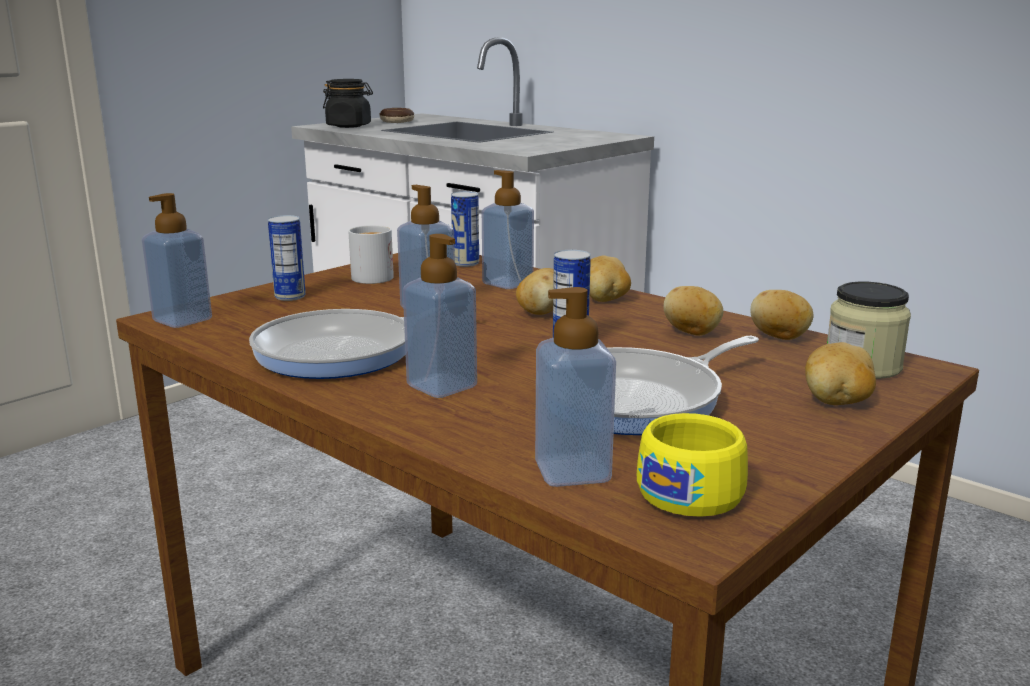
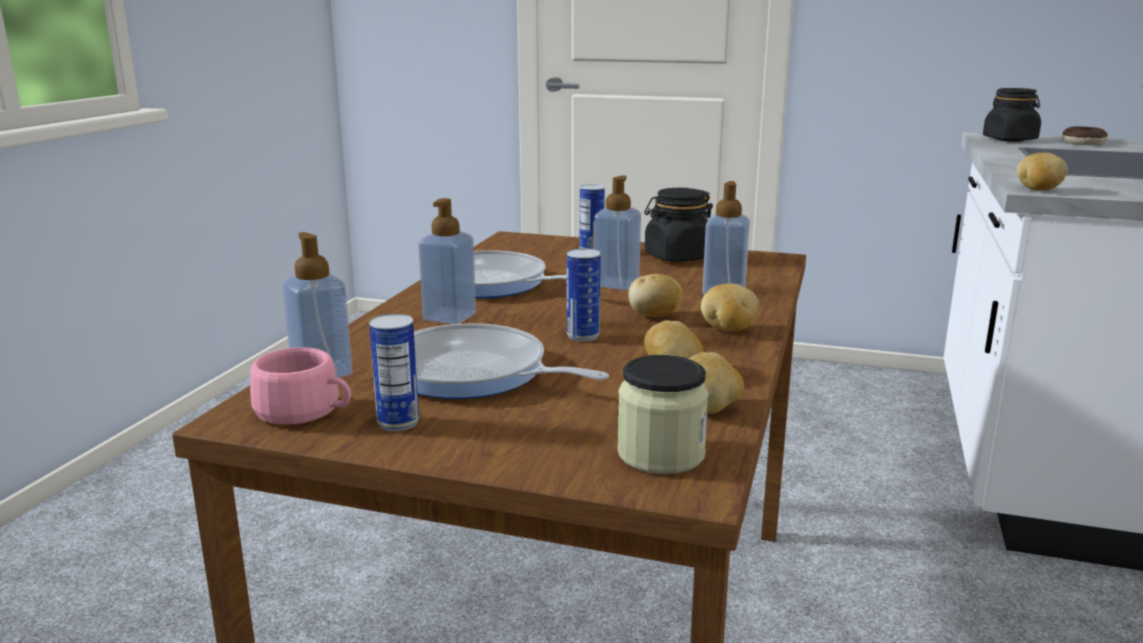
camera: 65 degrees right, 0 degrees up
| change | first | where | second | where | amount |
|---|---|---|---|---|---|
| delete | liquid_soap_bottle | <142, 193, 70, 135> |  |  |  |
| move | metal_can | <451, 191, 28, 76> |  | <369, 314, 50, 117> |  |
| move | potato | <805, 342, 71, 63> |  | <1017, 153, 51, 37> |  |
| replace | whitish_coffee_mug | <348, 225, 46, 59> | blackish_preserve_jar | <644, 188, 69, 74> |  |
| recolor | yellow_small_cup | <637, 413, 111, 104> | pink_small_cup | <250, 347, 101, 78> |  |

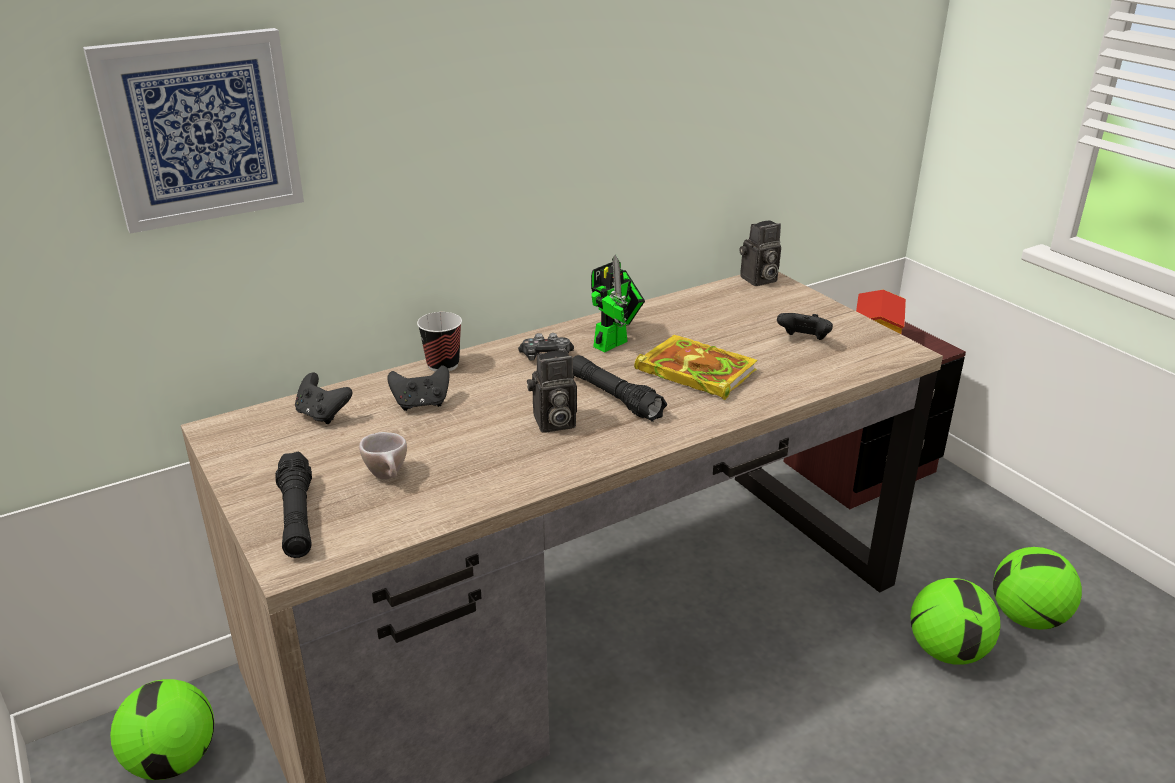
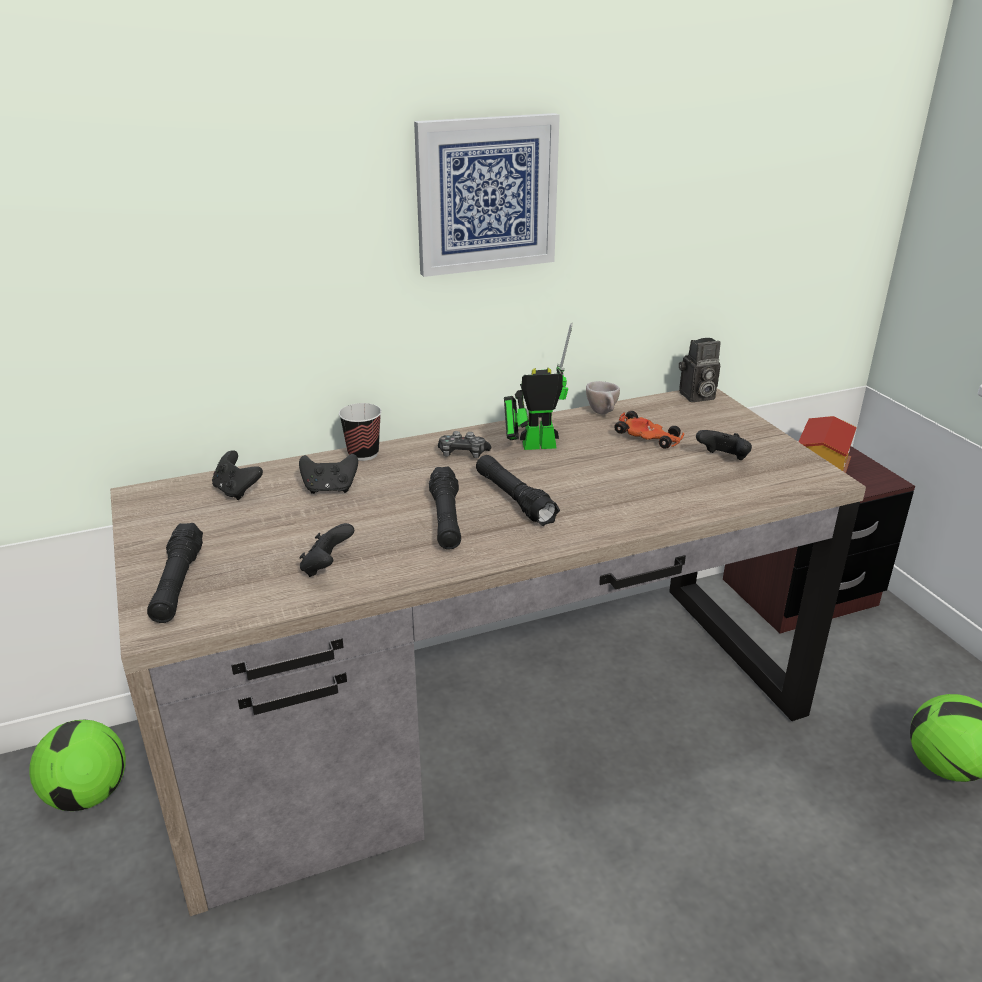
camera: 10 degrees right, 0 degrees up
| change | first | where | second | where | amount |
|---|---|---|---|---|---|
| delete | book | <634, 335, 124, 65> |  |  |  |
| delete | football | <910, 578, 91, 87> |  |  |  |
| insert |  |  | blackish_game_controller | <300, 523, 54, 54> |  |
| insert |  |  | miniature_car | <614, 411, 70, 38> |  |
| move | wall_picture | <83, 28, 221, 206> |  | <414, 113, 146, 164> |  |
| move | beige_small_cup | <359, 432, 48, 48> |  | <586, 381, 34, 33> |  |
| replace | photo_camera | <527, 350, 50, 83> | blackish_torch | <429, 467, 32, 83> |  |
| rotate | toy_robot | <591, 255, 54, 97> |  | <504, 322, 68, 128> | 150 degrees counterclockwise |

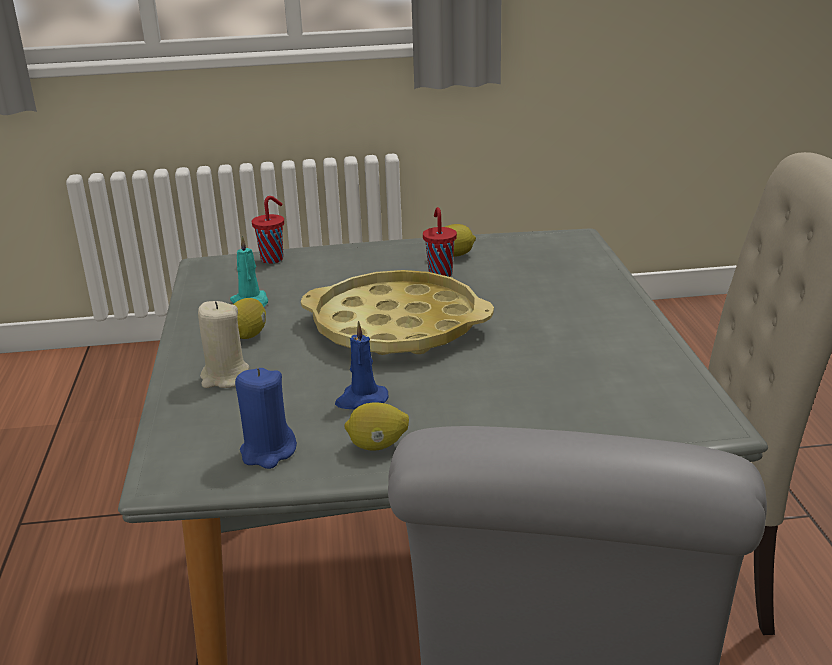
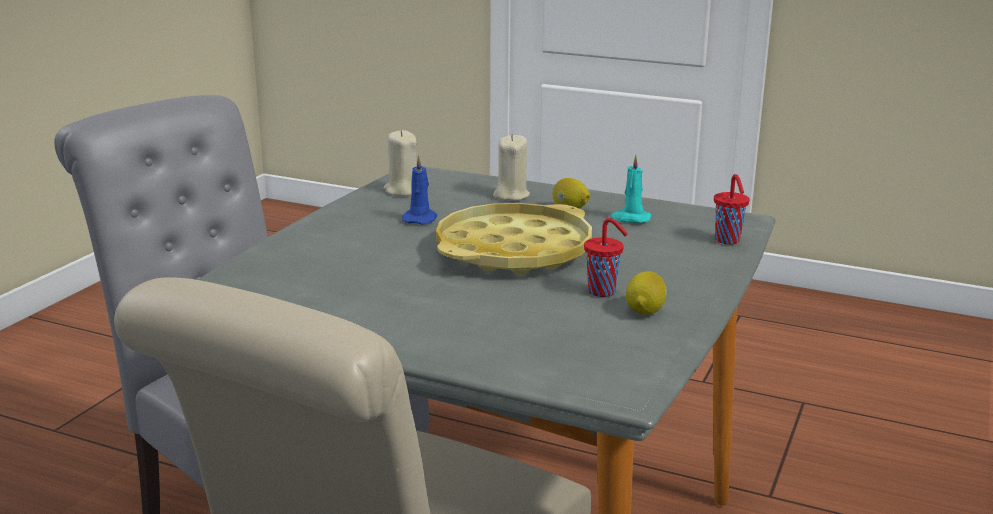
camera: 120 degrees right, 5 degrees down
| change | first | where | second | where | amount |
|---|---|---|---|---|---|
| delete | whole_lemon | <344, 402, 65, 49> |  |  |  |
| recolor | blue-coloured_candle | <235, 368, 62, 101> | beige_candle | <384, 130, 33, 66> |  |

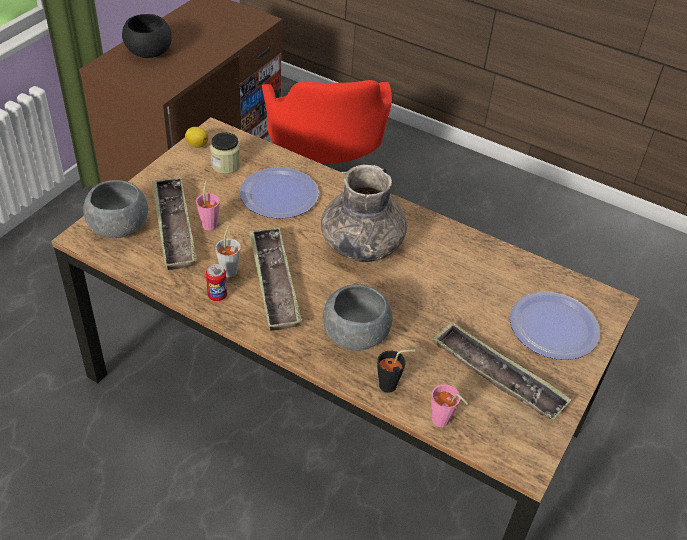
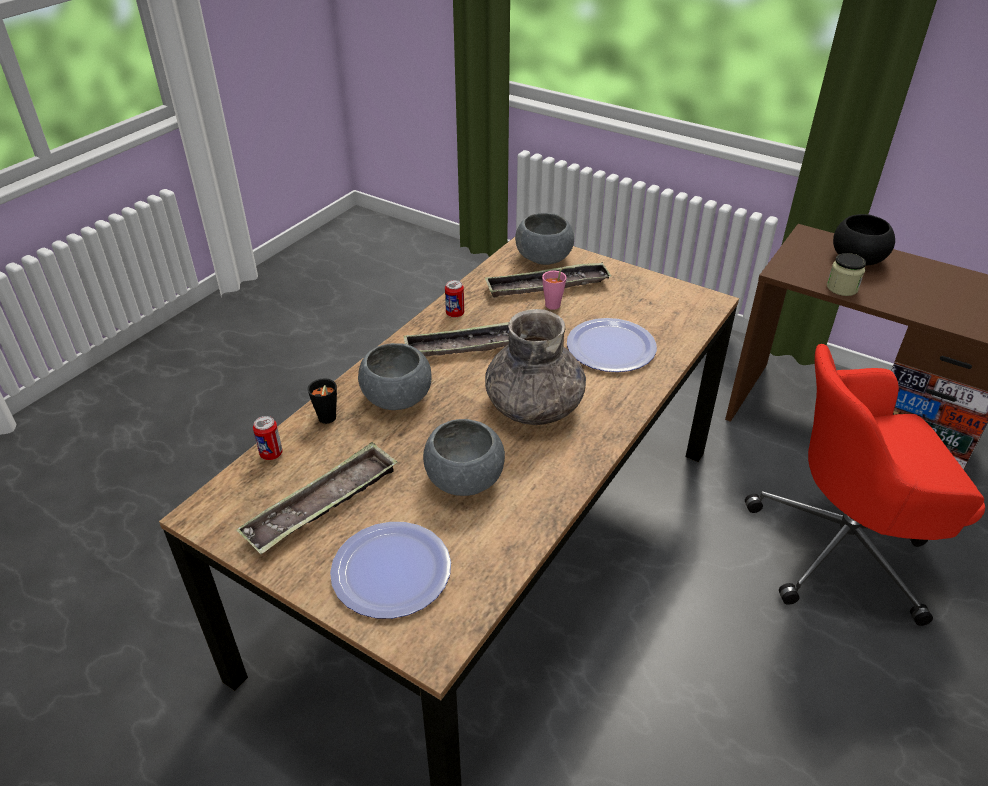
camera: 95 degrees right, 5 degrees down
| change | first | where | second | where | amount |
|---|---|---|---|---|---|
| delete | whole_lemon | <185, 127, 23, 21> |  |  |  |
| delete | greyish_small_cup | <215, 225, 26, 53> |  |  |  |
| insert |  |  | greyish_bowl | <423, 419, 82, 77> |  |
| move | preserve_jar | <210, 132, 31, 42> |  | <827, 253, 39, 43> |  |
| replace | pink_small_cup | <431, 384, 37, 43> | metal_can | <253, 416, 30, 44> |  |

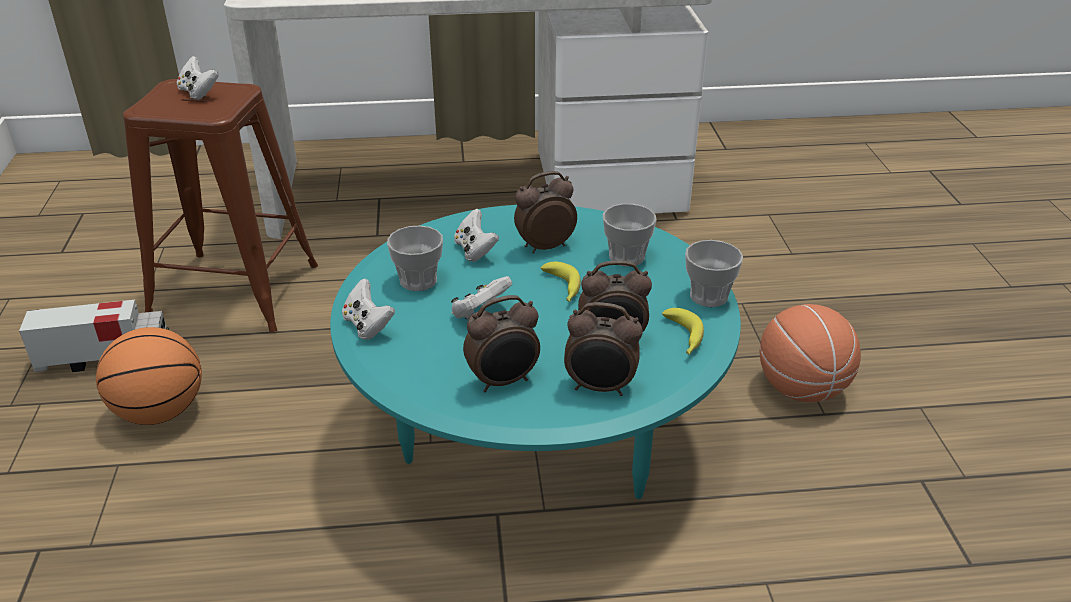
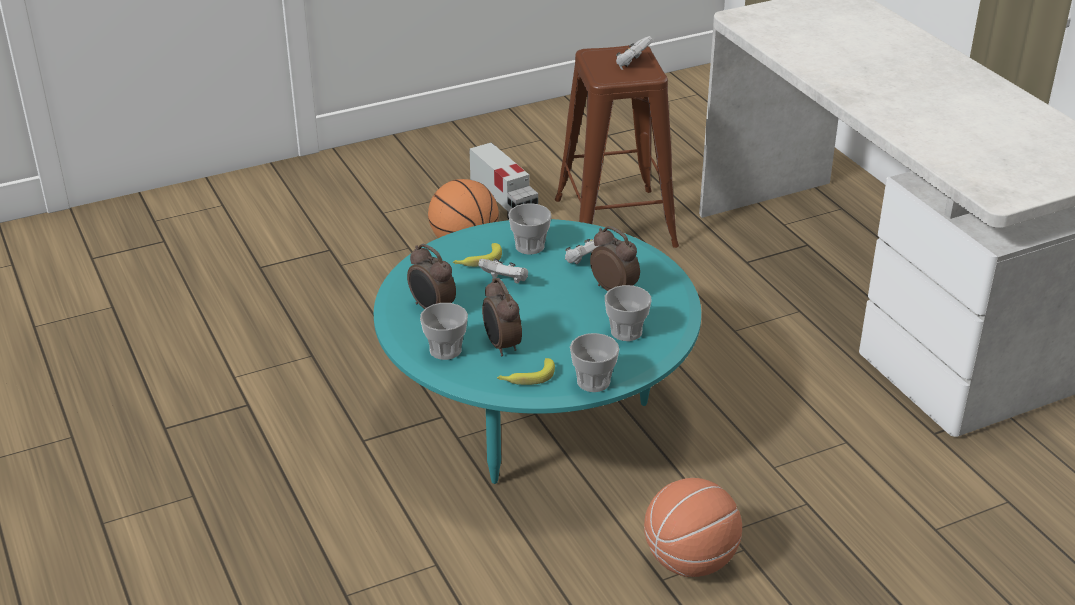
camera: 70 degrees right, 0 degrees up
| change | first | where | second | where | amount |
|---|---|---|---|---|---|
| delete | whitish_game_controller | <342, 279, 53, 61> |  |  |  |
| move | banana_fruit | <541, 262, 40, 40> |  | <453, 243, 49, 24> |  |
| replace | alarm_clock | <564, 302, 79, 94> | small_cup | <420, 303, 48, 57> |  |

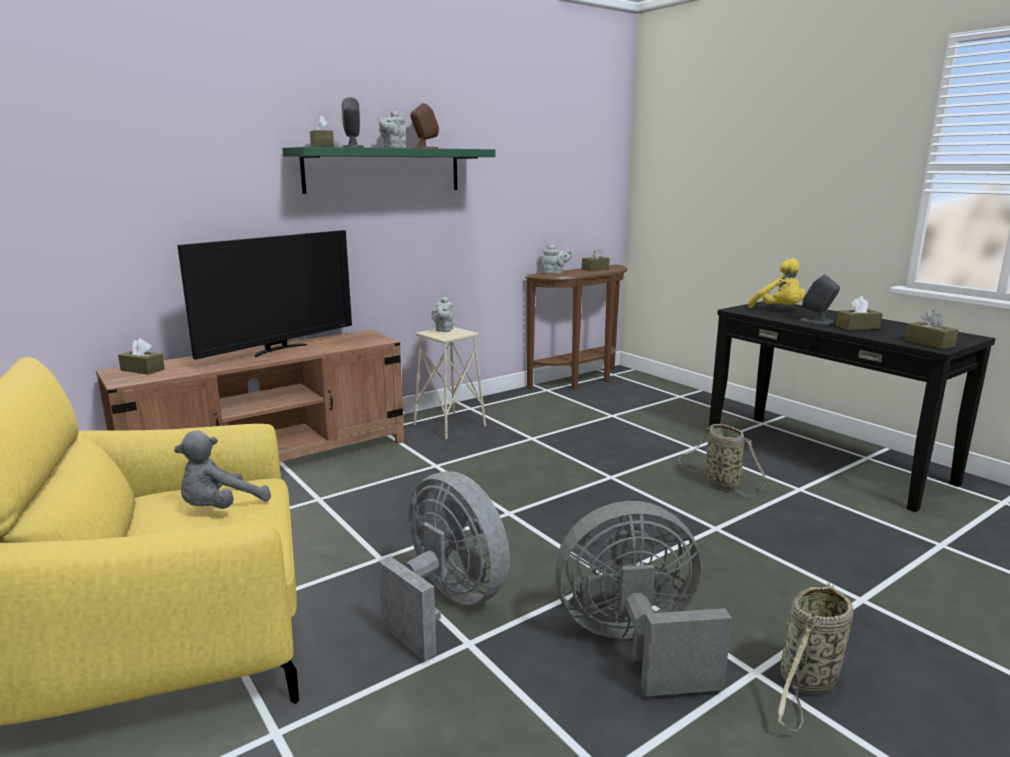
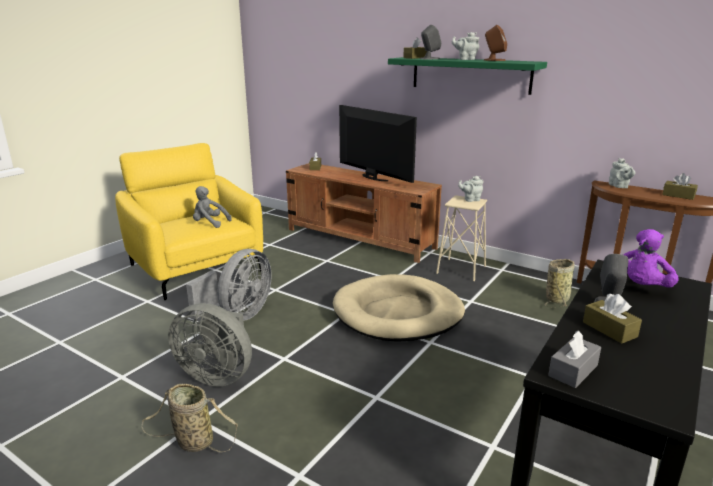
camera: 70 degrees right, 5 degrees up
| change | first | where | second | where | amount |
|---|---|---|---|---|---|
| insert |  |  | beige_pet_bed | <333, 274, 132, 68> |  |
| move | household_basket | <679, 424, 88, 72> |  | <545, 259, 29, 48> |  |
| recolor | yellow_cuddly_toy | <748, 258, 58, 50> | purple-coloured_cuddly_toy | <623, 229, 56, 59> |  |
| recolor | brown_box_of_tissues | <904, 310, 54, 39> | greyish_box_of_tissues | <548, 331, 53, 57> |  |
| rotate | TV_set | <177, 230, 175, 130> |  | <339, 105, 78, 78> | 150 degrees counterclockwise |
| rotate | greyish_cooling_fan | <555, 501, 177, 196> |  | <168, 303, 84, 83> | 135 degrees clockwise |

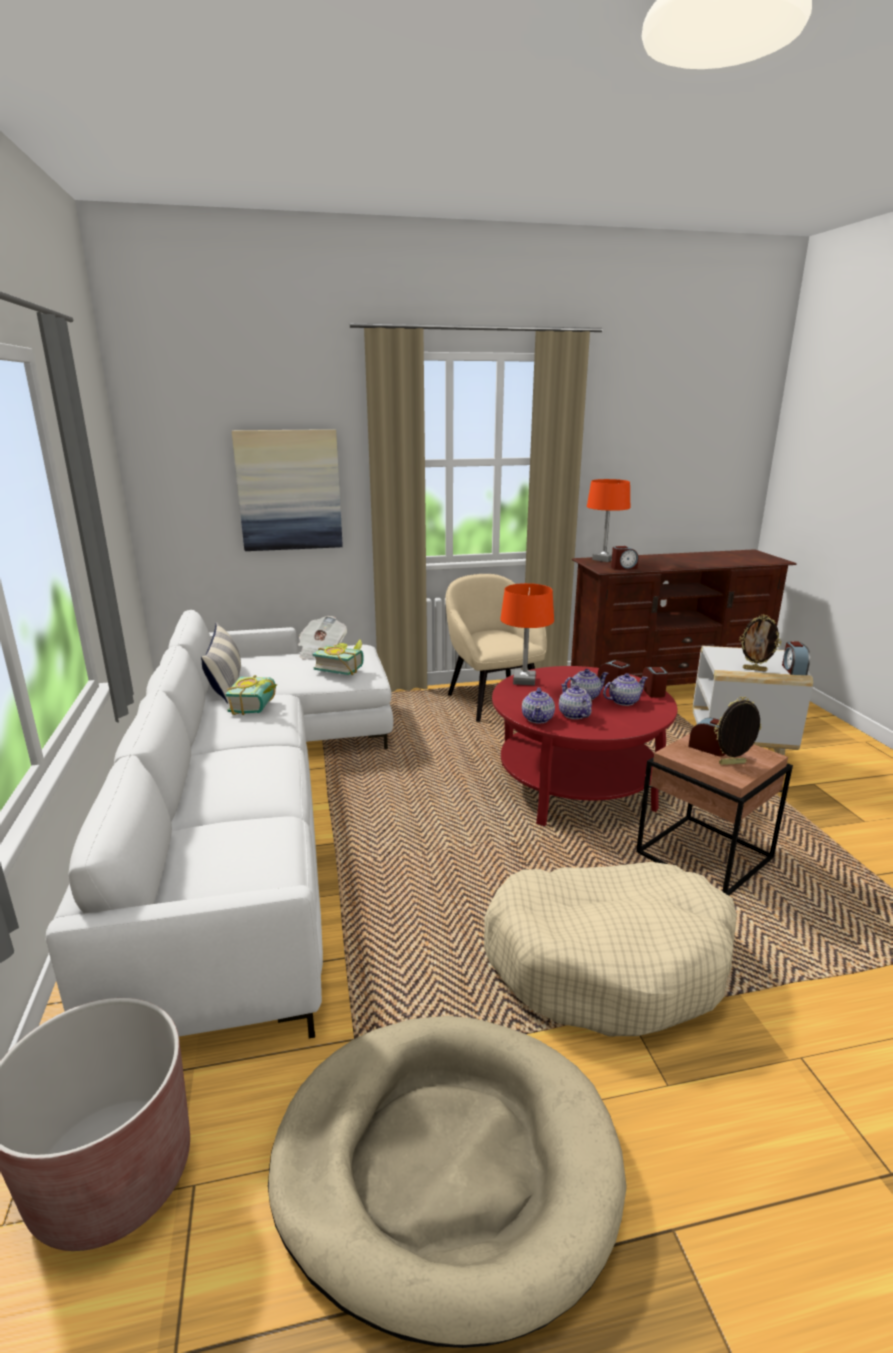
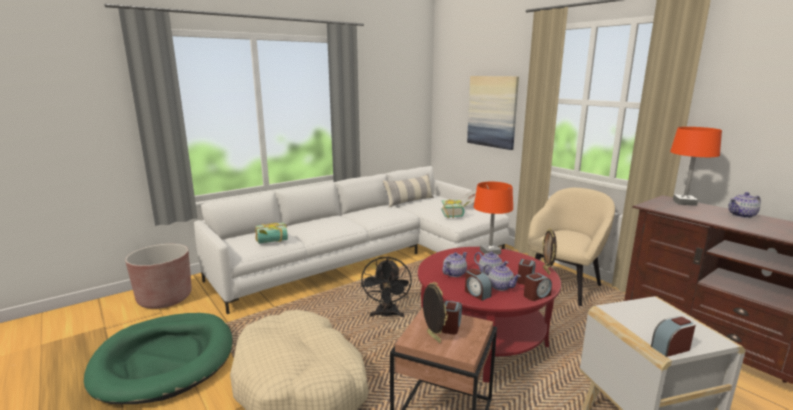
camera: 65 degrees right, 5 degrees down
| change | first | where | second | where | amount |
|---|---|---|---|---|---|
| insert |  |  | blackish_cooling_fan | <360, 256, 52, 62> |  |
| move | book | <226, 675, 51, 40> |  | <255, 222, 33, 22> |  |
| move | teapot | <522, 687, 33, 37> |  | <728, 192, 33, 26> |  |
| move | alarm_clock | <611, 546, 27, 24> |  | <465, 269, 27, 32> |  |
| move | photo_frame | <739, 615, 42, 57> |  | <543, 228, 14, 47> |  |
| recolor | beige_pet_bed | <268, 1016, 359, 332> | greenish_pet_bed | <84, 313, 149, 91> |  |

